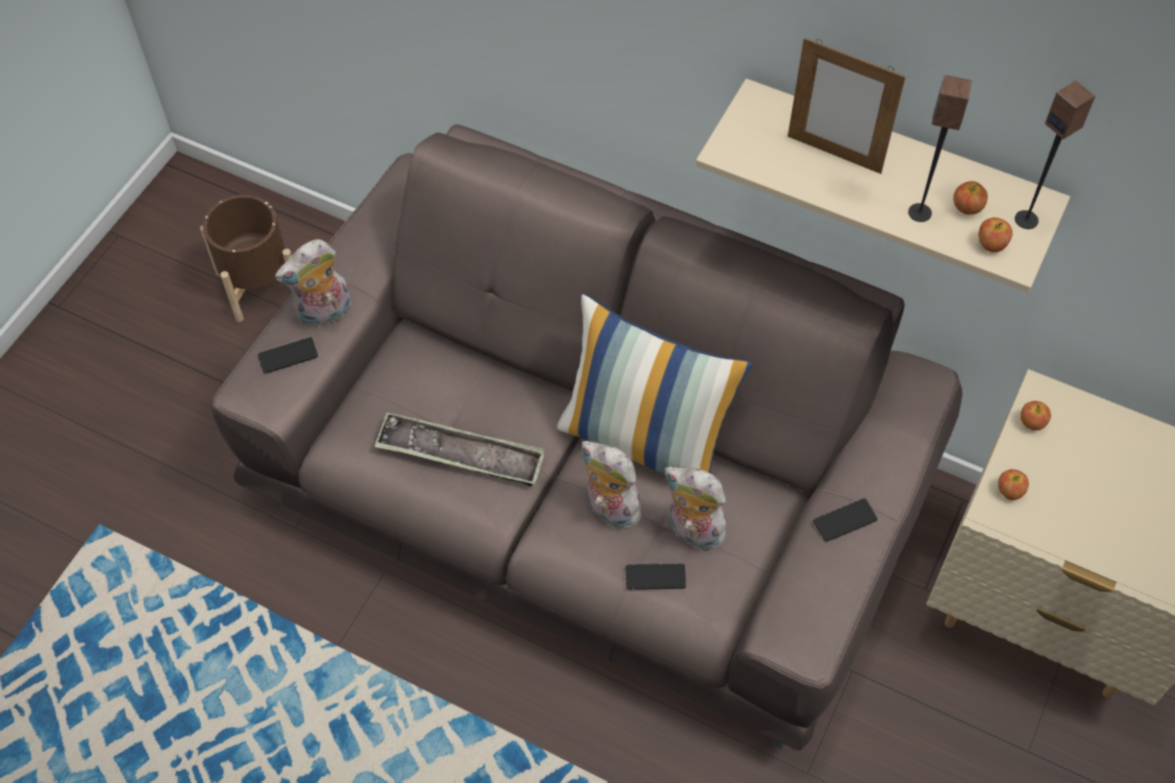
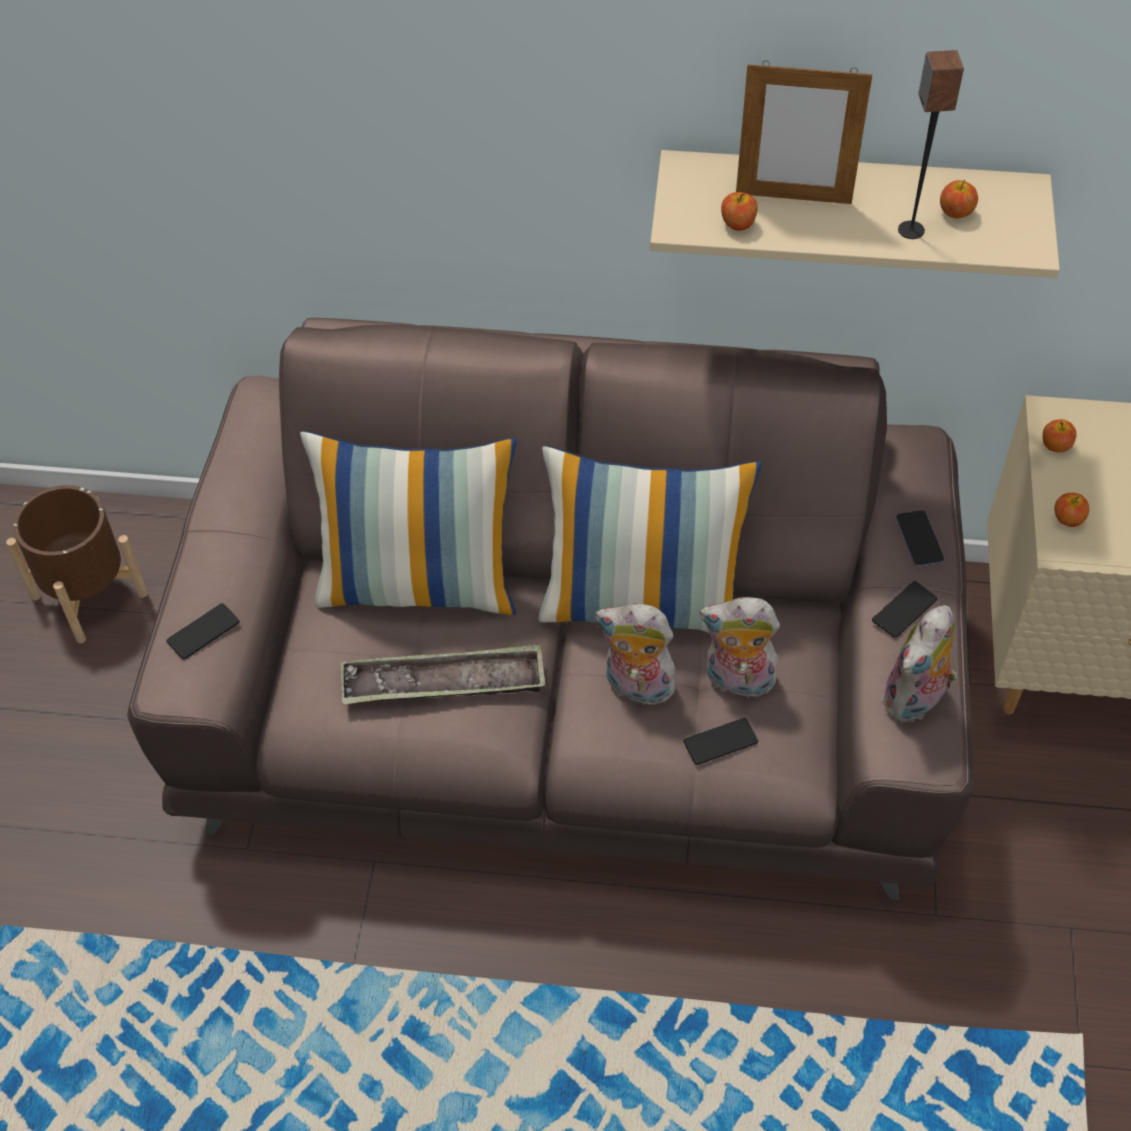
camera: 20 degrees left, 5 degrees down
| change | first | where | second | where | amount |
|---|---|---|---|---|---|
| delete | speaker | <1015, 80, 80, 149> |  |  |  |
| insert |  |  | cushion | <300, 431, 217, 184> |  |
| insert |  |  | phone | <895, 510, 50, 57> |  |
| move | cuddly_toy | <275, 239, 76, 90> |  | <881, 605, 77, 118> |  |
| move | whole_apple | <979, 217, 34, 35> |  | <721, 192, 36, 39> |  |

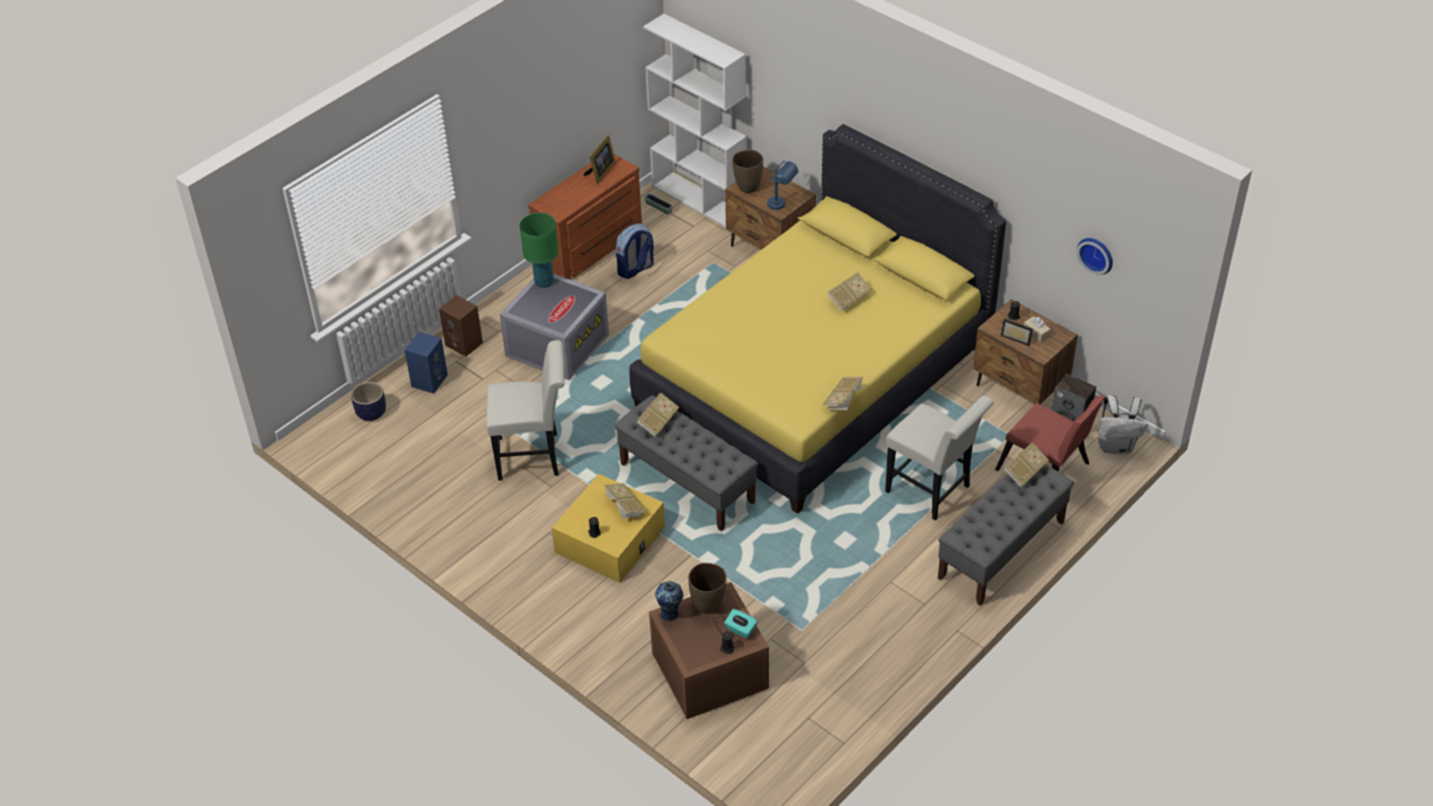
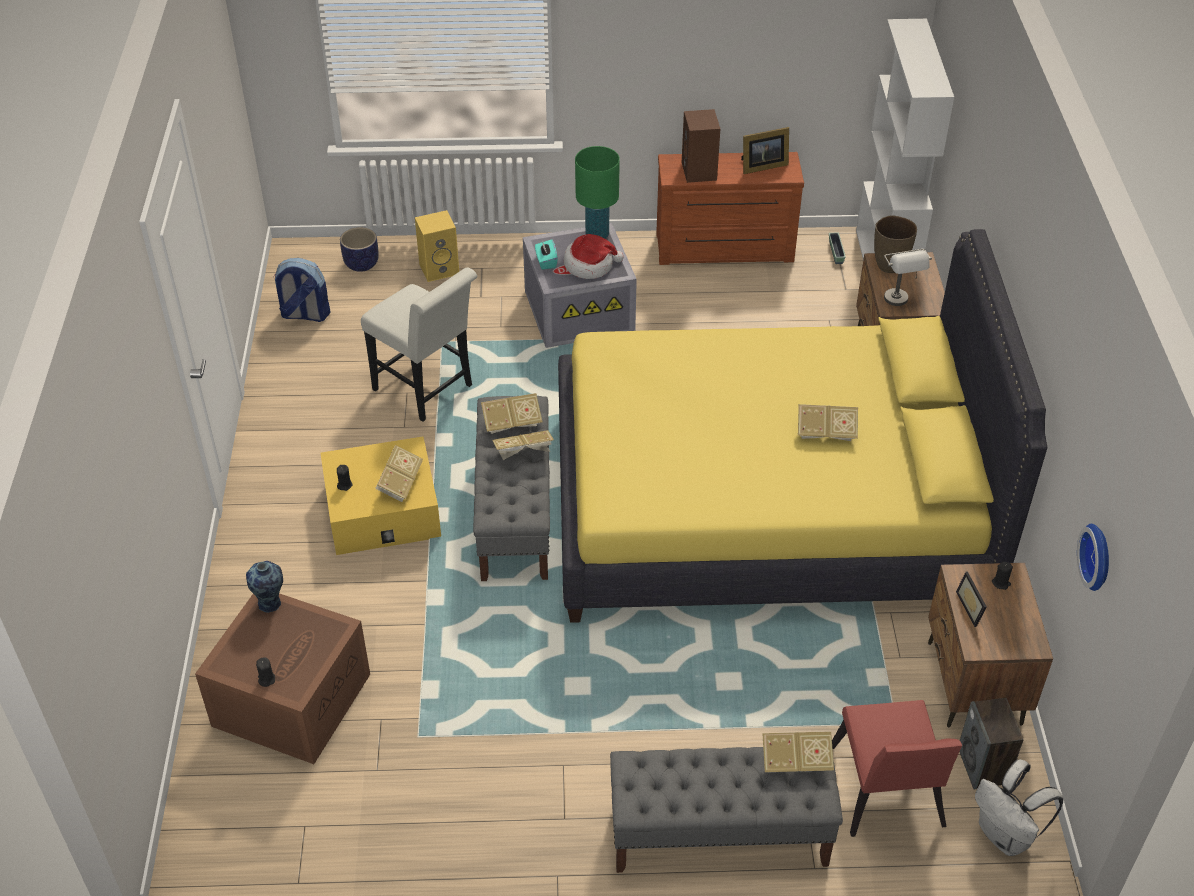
camera: 45 degrees right, 0 degrees up
| change | first | where | second | where | amount |
|---|---|---|---|---|---|
| delete | brown_decorative_vase | <688, 563, 39, 51> |  |  |  |
| delete | whitish_chair | <885, 396, 109, 125> |  |  |  |
| delete | beige_box_of_tissues | <1024, 316, 27, 26> |  |  |  |
| insert |  |  | clothing_hat | <564, 234, 60, 45> |  |
| move | brown_speaker | <439, 295, 44, 62> |  | <682, 109, 38, 74> |  |
| move | knapsack | <616, 223, 38, 56> |  | <273, 258, 57, 64> |  |
| move | turquoise-coloured_box_of_tissues | <724, 609, 33, 30> |  | <535, 239, 23, 31> |  |
| move | book | <823, 377, 40, 33> |  | <492, 430, 62, 30> |  |
| recolor | blue-coloured_speaker | <404, 332, 44, 62> | yellow_speaker | <415, 210, 44, 72> |  |
| recolor | blue-coloured_tabletop_lamp | <767, 161, 31, 49> | greyish_tabletop_lamp | <884, 249, 48, 57> |  |

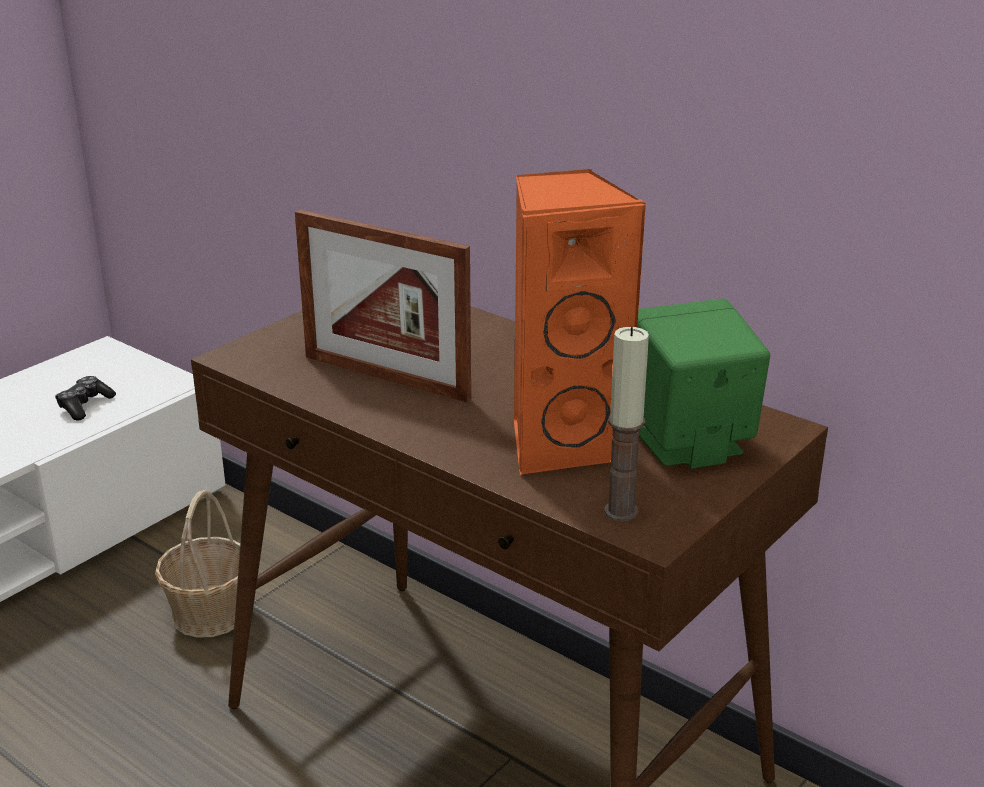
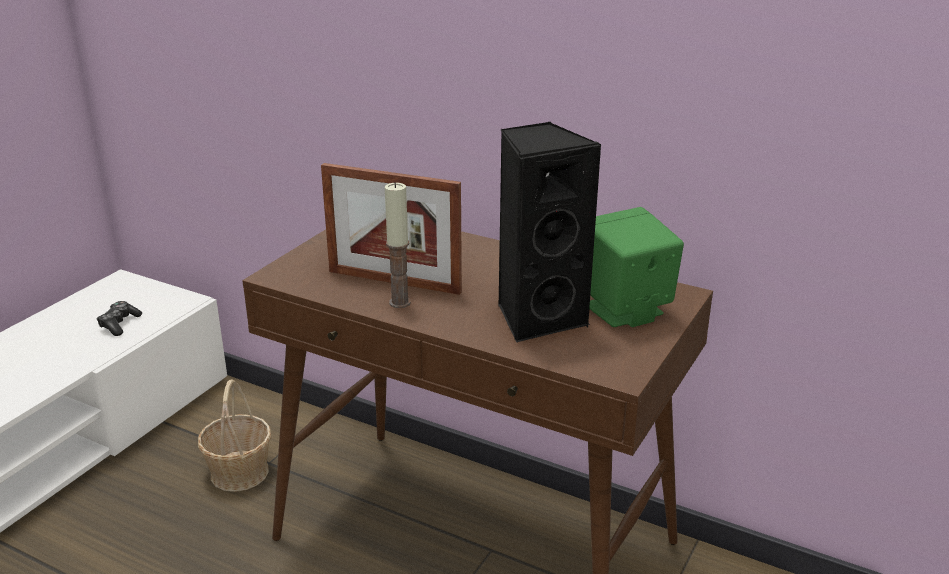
camera: 10 degrees left, 0 degrees up
| change | first | where | second | where | amount |
|---|---|---|---|---|---|
| move | candle | <604, 327, 45, 195> |  | <385, 182, 26, 126> |  |
| recolor | orangey_speaker | <514, 169, 132, 307> | blackish_speaker | <498, 122, 103, 221> |  |

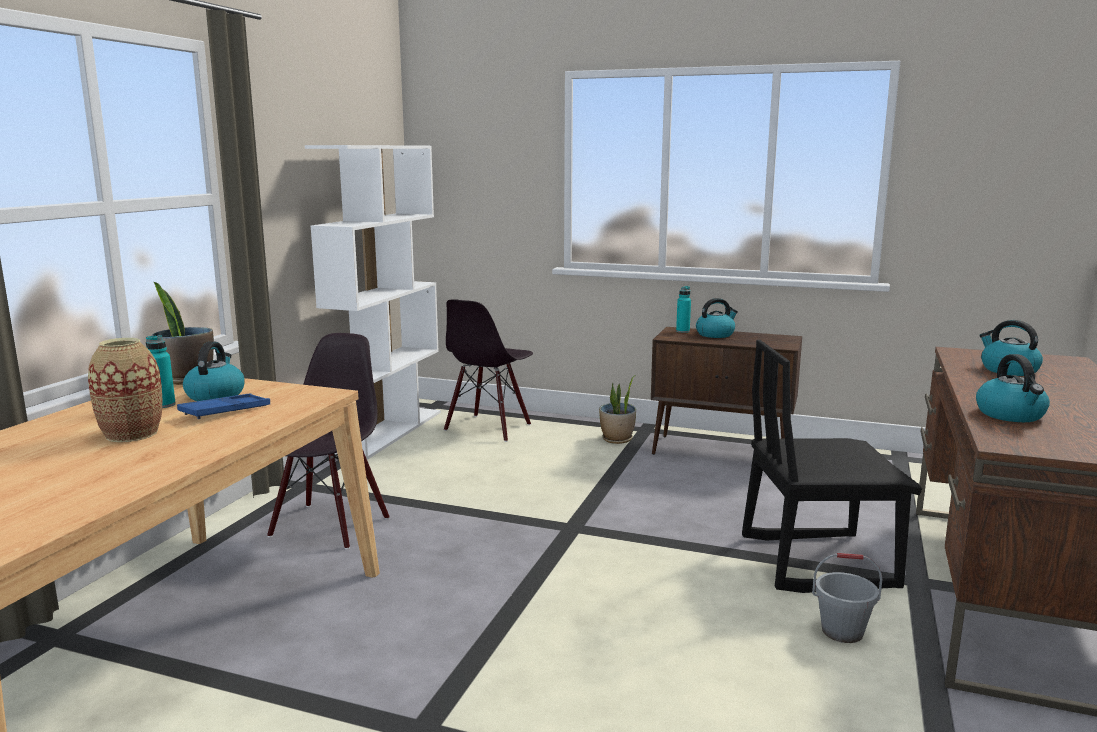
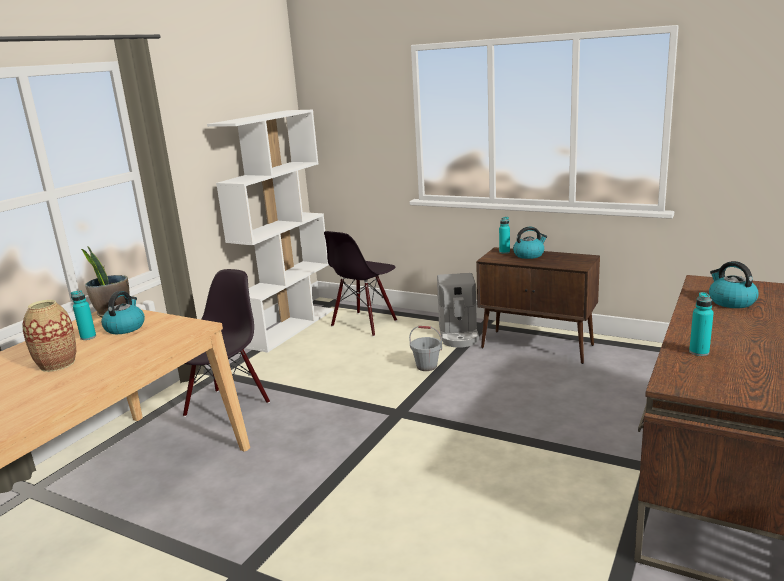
camera: 10 degrees right, 5 degrees up
| change | first | where | second | where | amount |
|---|---|---|---|---|---|
| delete | blue-coloured_tray | <177, 393, 93, 26> |  |  |  |
| delete | blackish_chair | <742, 340, 180, 253> |  |  |  |
| move | greyish_bucket | <812, 553, 70, 90> |  | <409, 326, 33, 45> |  |
| replace | houseplant | <599, 375, 37, 69> | coffee_maker | <437, 273, 42, 75> |  |
| replace | water_kettle | <976, 354, 74, 68> | turquoise-coloured_bottle | <689, 292, 25, 64> |  |

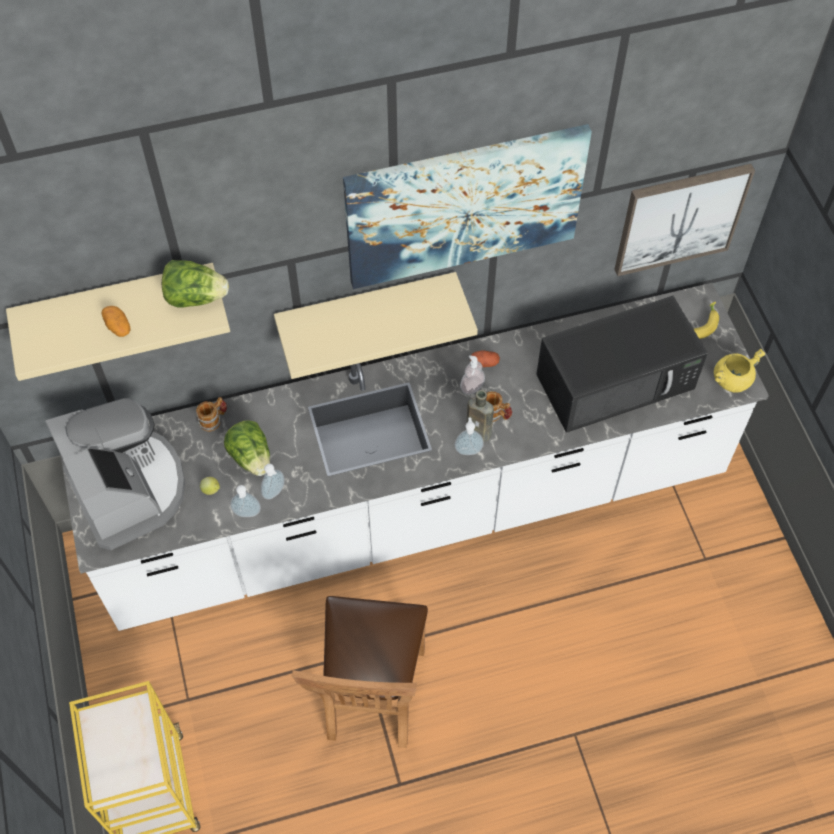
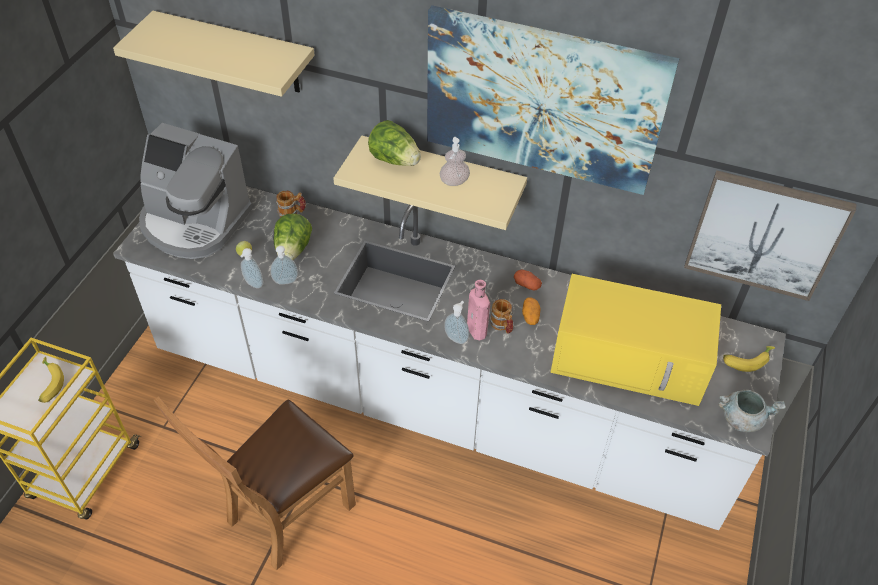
camera: 35 degrees right, 10 degrees down
| change | first | where | second | where | amount |
|---|---|---|---|---|---|
| insert |  |  | banana_fruit | <38, 357, 26, 46> |  |
| move | potato | <101, 306, 30, 31> |  | <522, 298, 18, 27> |  |
| move | lettuce_head | <162, 260, 67, 48> |  | <368, 120, 53, 46> |  |
| move | liquid_soap_bottle | <460, 355, 25, 40> |  | <440, 137, 30, 49> |  |
| recolor | brown_bottle | <466, 390, 28, 52> | pink_bottle | <467, 280, 23, 60> |  |
| recolor | blackish_kitchen_microwave | <536, 296, 172, 137> | yellow_kitchen_microwave | <551, 274, 170, 132> |  |
| recolor | yellow_cooking_pot | <714, 349, 51, 44> | greyish_cooking_pot | <718, 390, 68, 42> |  |
| rotate | coffee_maker | <45, 398, 140, 152> |  | <139, 123, 113, 136> | 105 degrees clockwise |

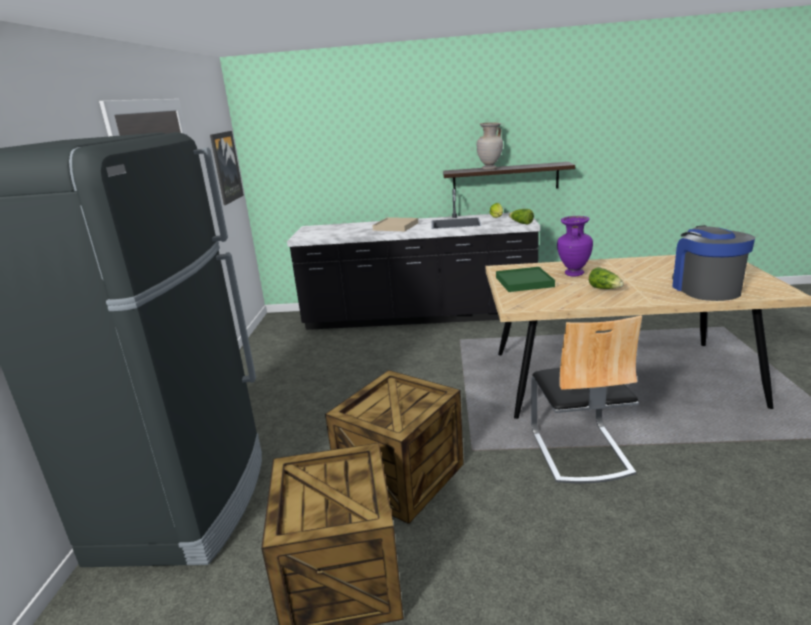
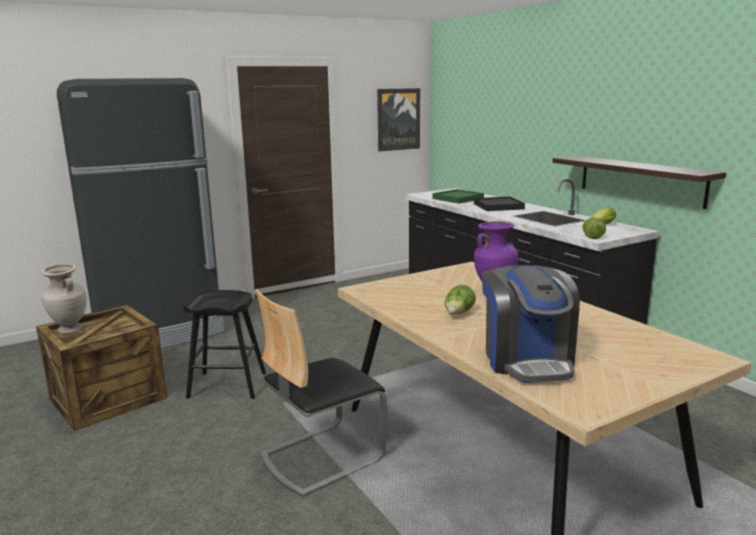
camera: 55 degrees right, 5 degrees down
| change | first | where | second | where | amount |
|---|---|---|---|---|---|
| move | beige_decorative_vase | <477, 123, 26, 46> |  | <41, 264, 46, 70> |  |
| move | greenish_tray | <496, 267, 59, 25> |  | <432, 189, 52, 15> |  |
| replace | shipping_crate | <325, 370, 139, 154> | blackish_stool_seat | <183, 290, 83, 109> |  |
| recolor | beige_tray | <372, 217, 46, 14> | blackish_tray | <474, 197, 51, 14> |  |
| rotate | coffee_maker | <672, 225, 83, 76> |  | <482, 265, 98, 118> | 120 degrees clockwise |

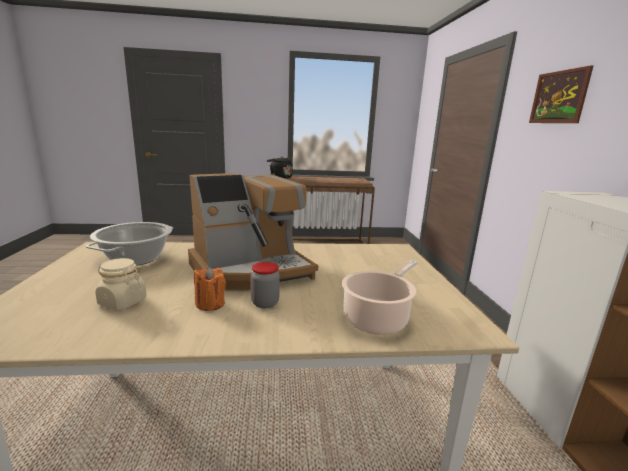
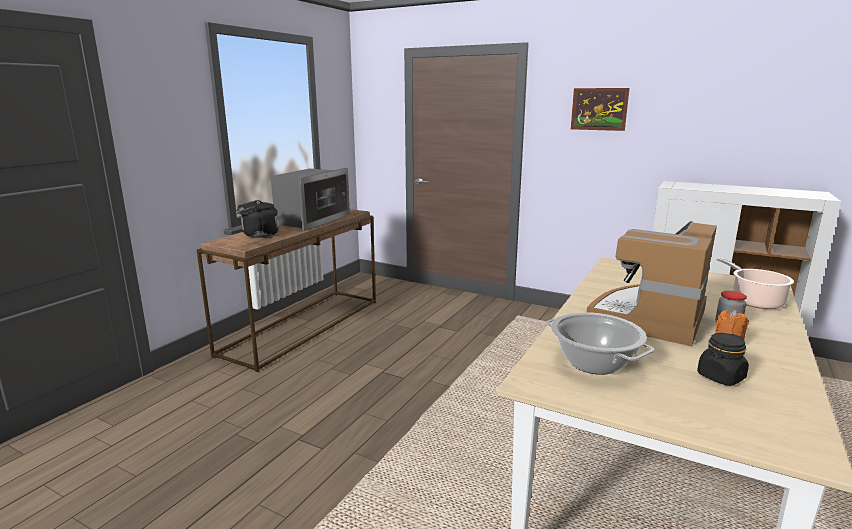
camera: 55 degrees left, 0 degrees up
| change | first | where | second | where | amount |
|---|---|---|---|---|---|
| insert |  |  | kitchen_microwave | <271, 168, 79, 63> |  |
| recolor | beige_preserve_jar | <95, 258, 52, 52> | blackish_preserve_jar | <697, 333, 52, 53> |  |
| rotate | coffee_maker | <188, 173, 130, 117> |  | <587, 221, 130, 125> | 150 degrees counterclockwise |

